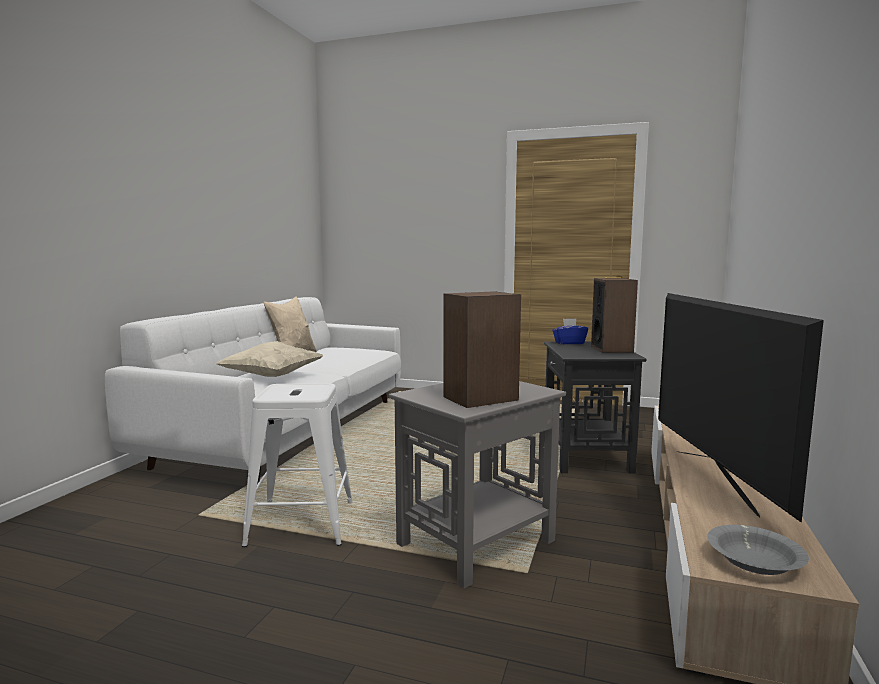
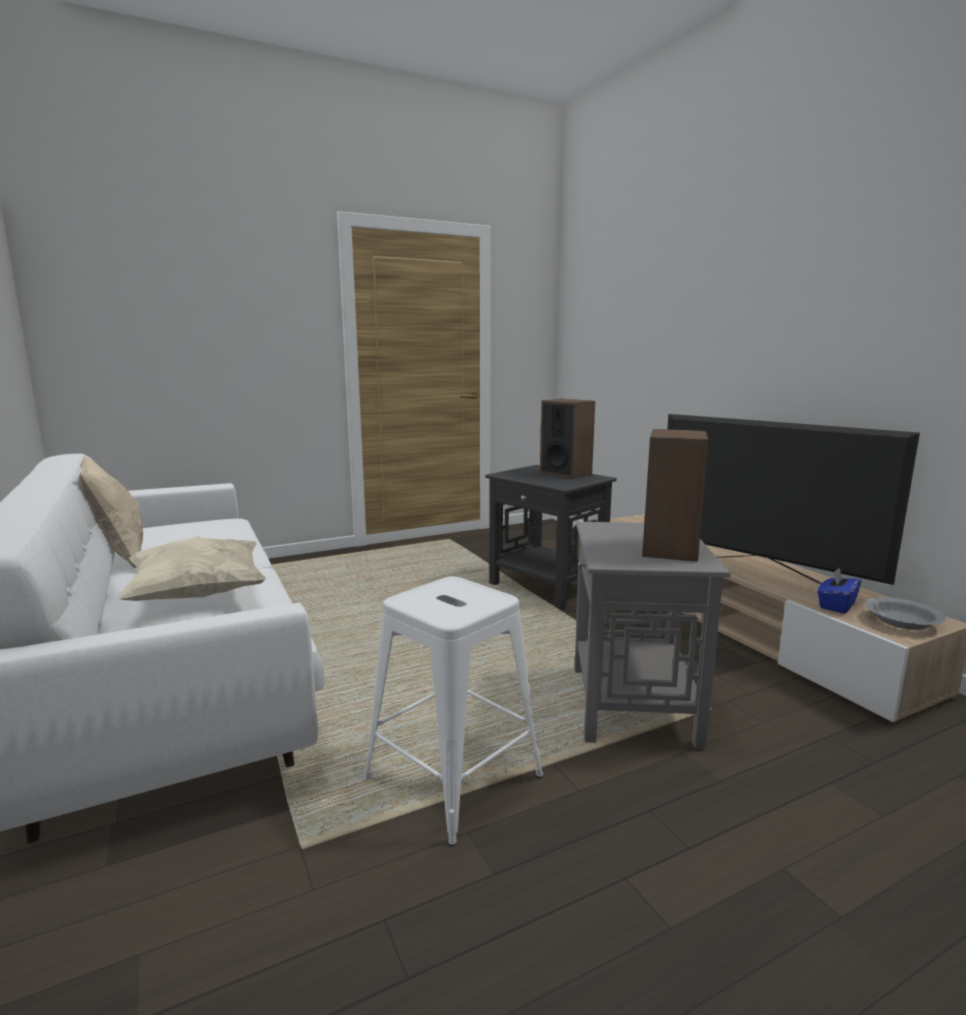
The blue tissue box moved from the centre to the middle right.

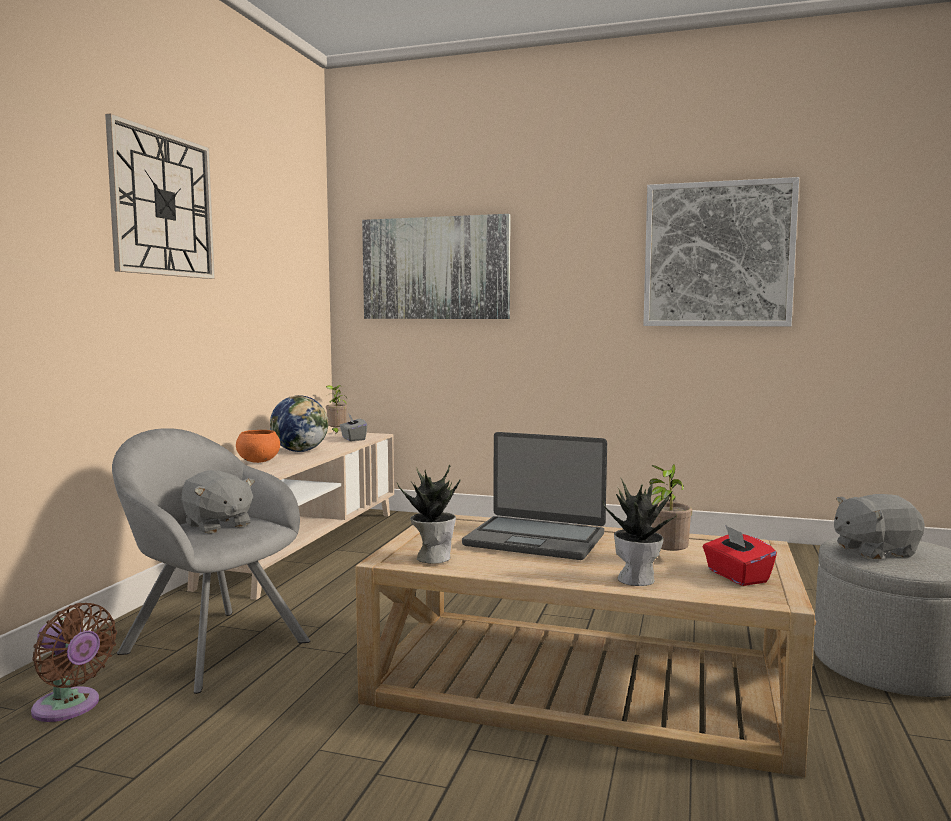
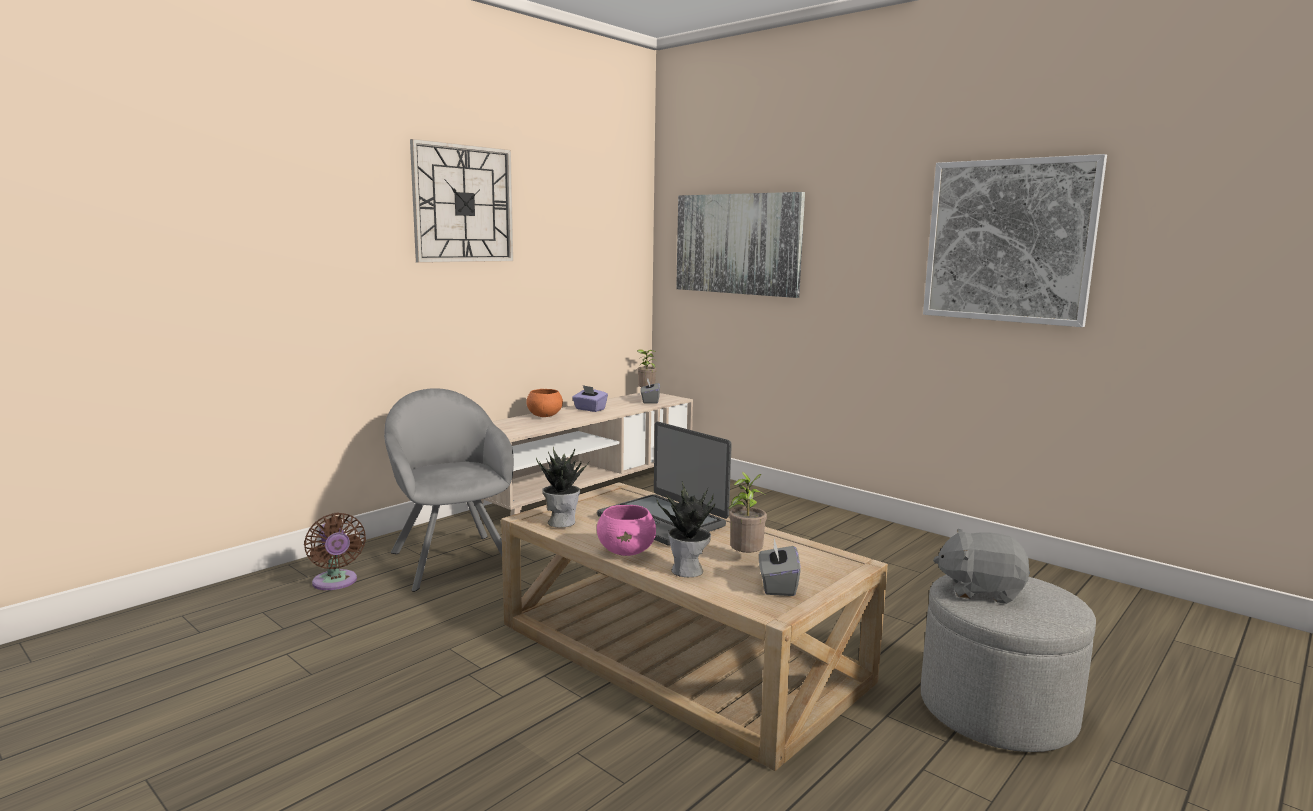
The globe at the middle left was replaced by the purple tissue box at the centre. The grey plush toy (no. 1 from left) at the middle left disappeared. The red tissue box at the bottom right became the grey tissue box (no. 2 from left) at the bottom centre. The pink bowl at the centre appeared.

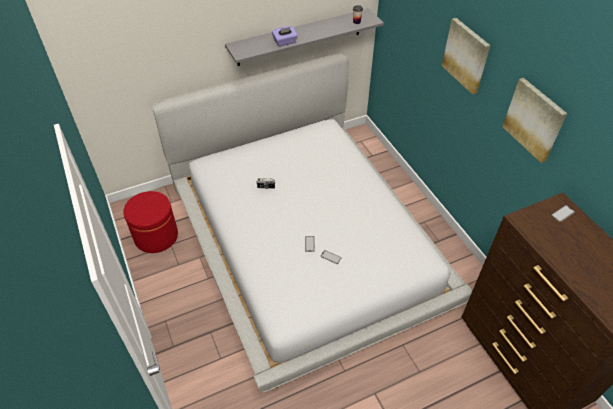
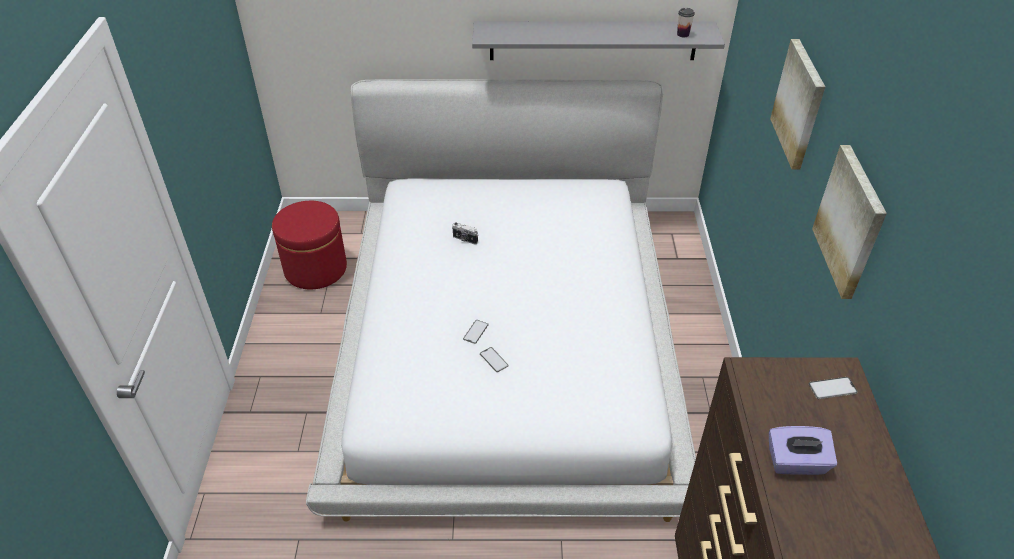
The purple tissue box moved from the top centre to the bottom right.

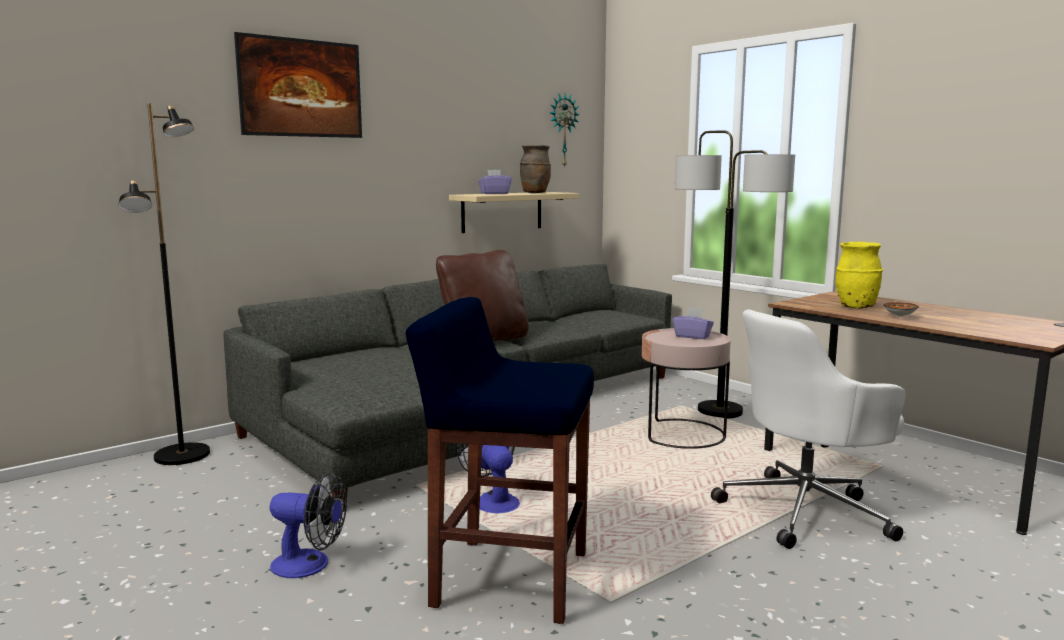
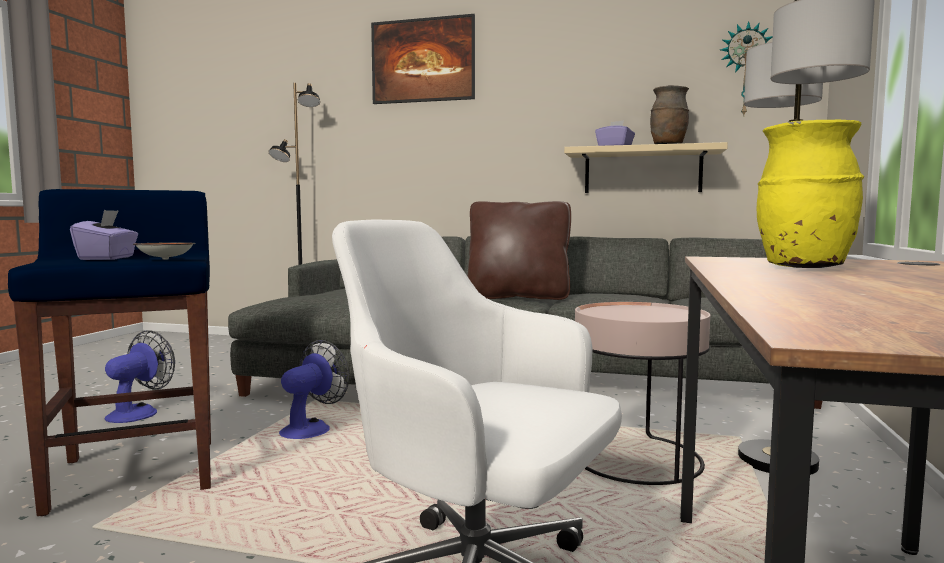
The bowl moved from the middle right to the middle left. The purple tissue box (no. 2 from left in the first image) moved from the centre to the middle left. The fan (no. 1 from left) at the bottom left turned 135 degrees counterclockwise.

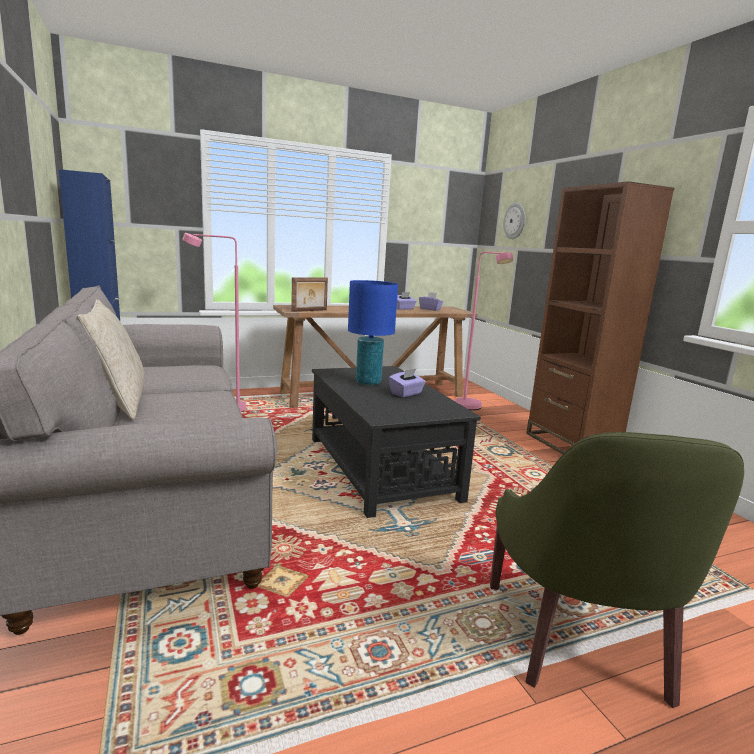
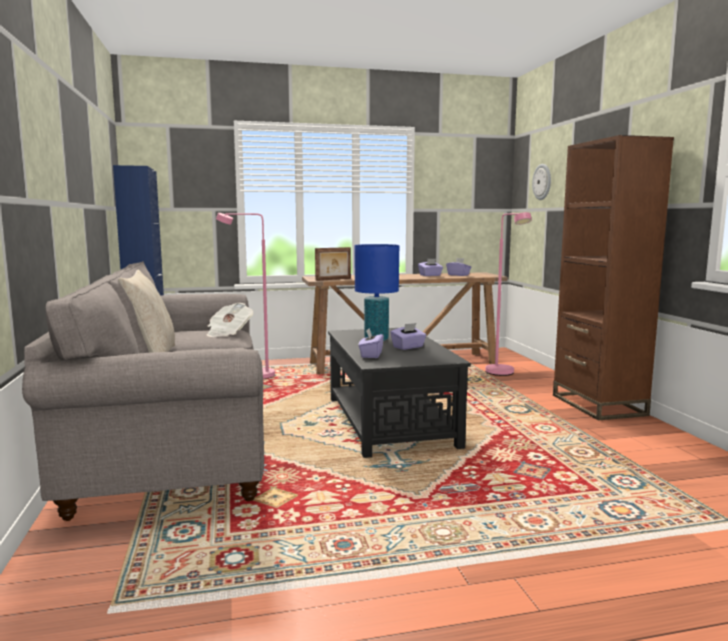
The green armchair at the bottom right disappeared. The newspaper at the middle left appeared. The purple tissue box (no. 1 from left) at the centre appeared.

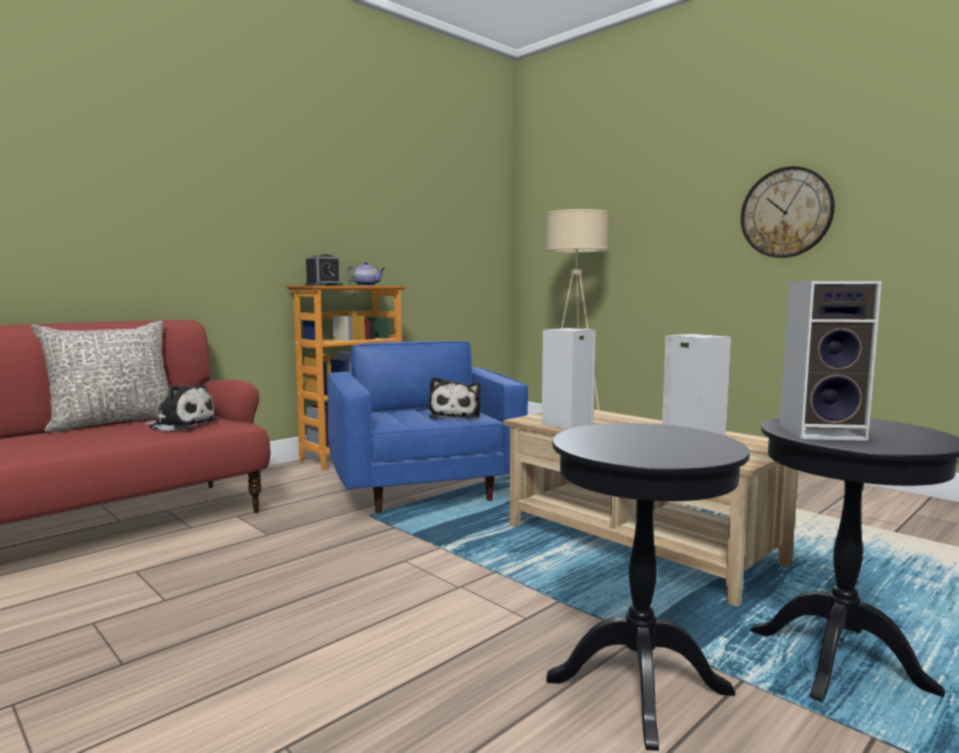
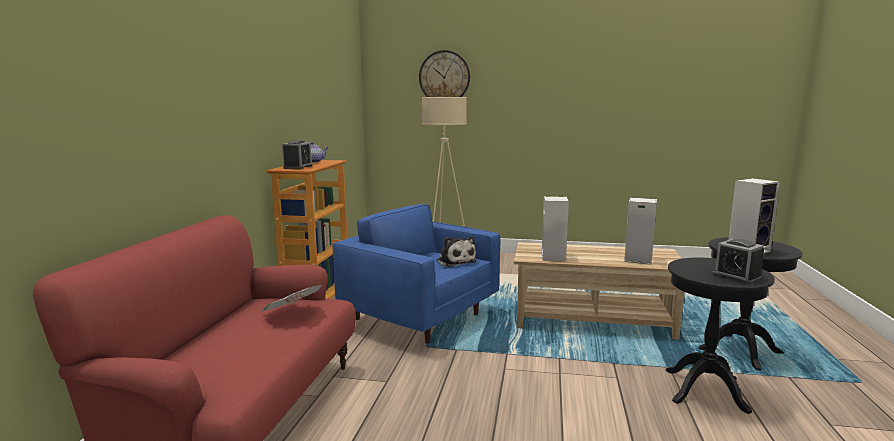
The wall clock moved from the top right to the top centre. The grey pillow at the middle left disappeared. The plush toy (no. 1 from left) at the middle left was replaced by the newspaper at the bottom left. The alarm clock (no. 2 from left) at the middle right appeared.

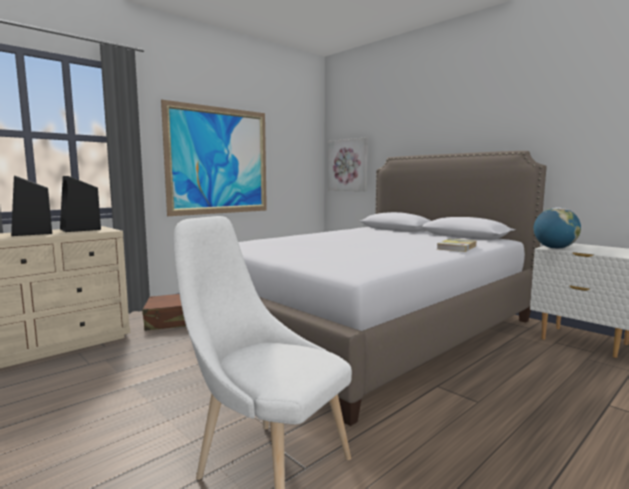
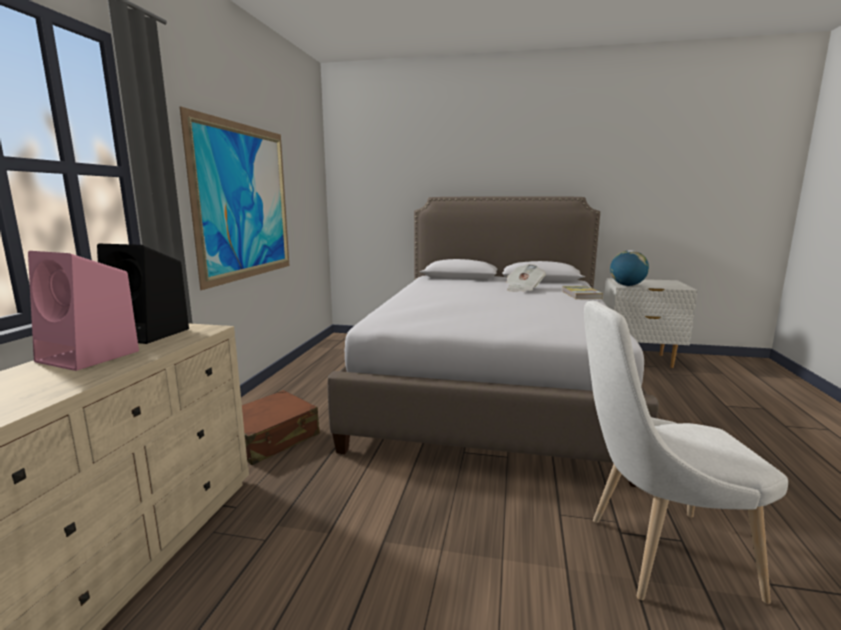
The picture (no. 2 from left) at the centre disappeared. The black speaker (no. 1 from left) at the middle left became the pink speaker at the middle left. The newspaper at the centre appeared.

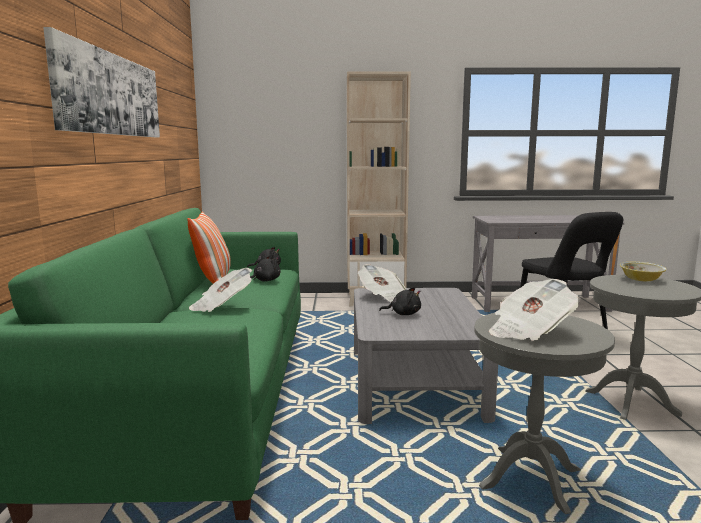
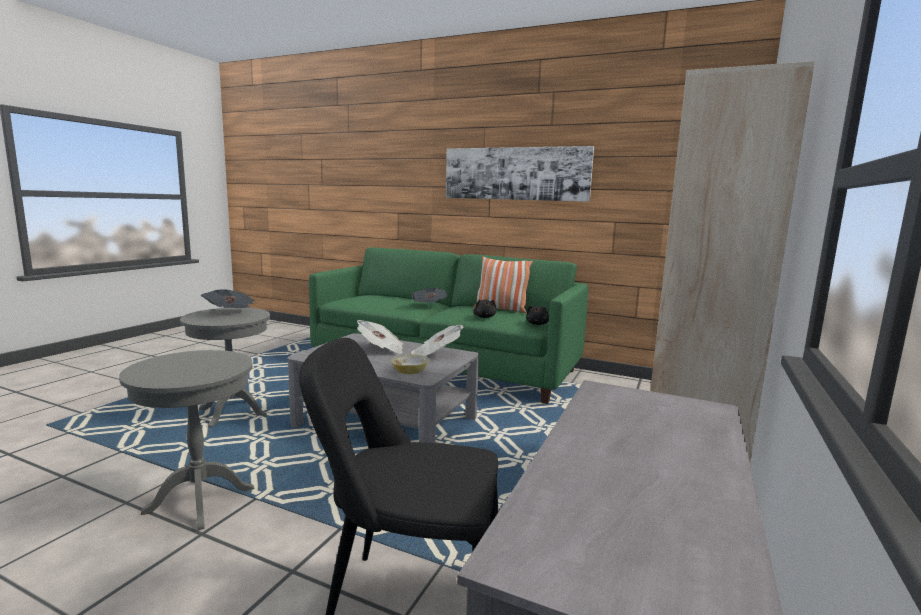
The bowl moved from the middle right to the centre. The black plush toy (no. 3 from left) at the centre was replaced by the newspaper (no. 2 from left) at the centre.

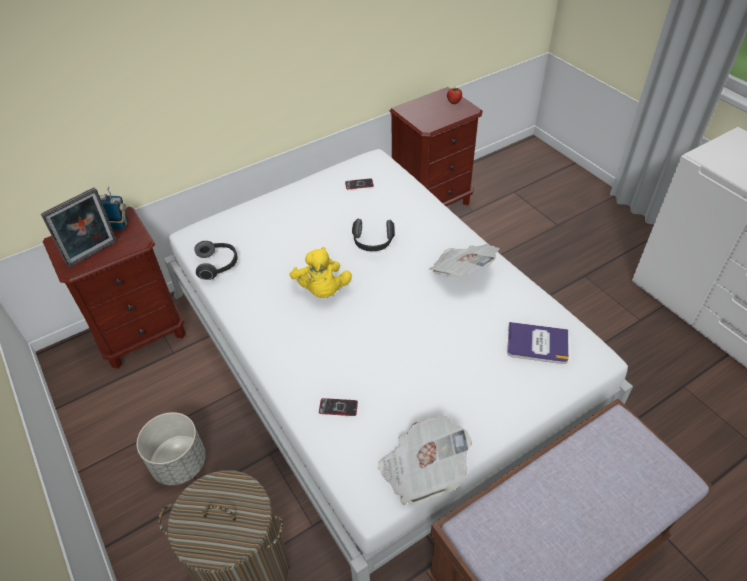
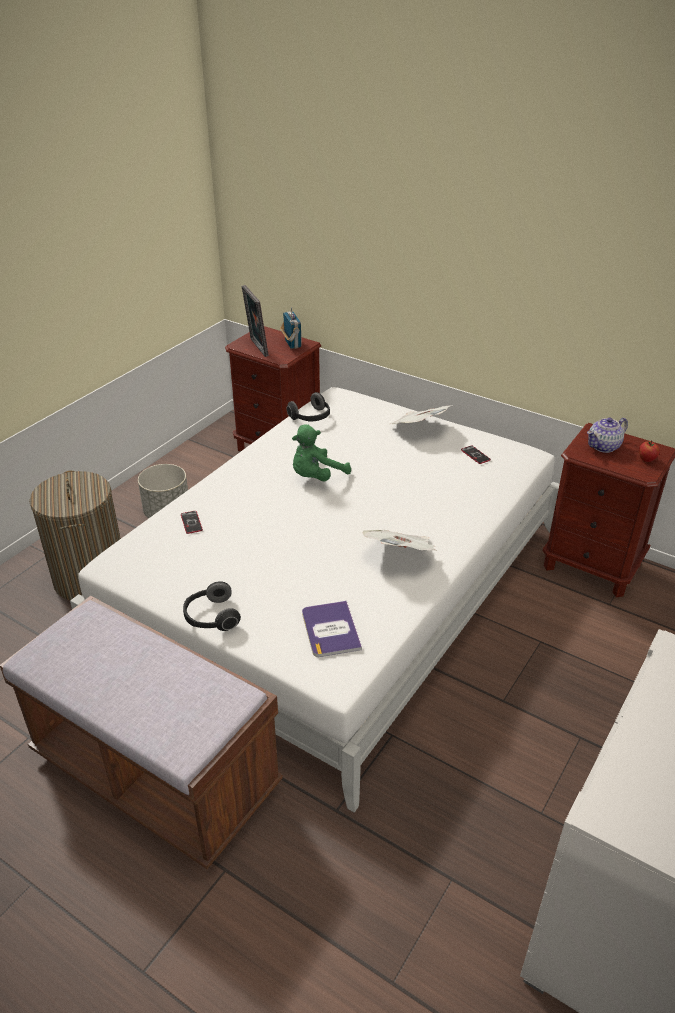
The picture frame at the middle left turned 45 degrees clockwise. The headphones (no. 2 from left in the first image) moved from the centre to the middle left. The yellow plush toy at the centre became the green plush toy at the centre. The newspaper (no. 1 from left in the first image) moved from the bottom centre to the centre. The teapot at the middle right appeared.

